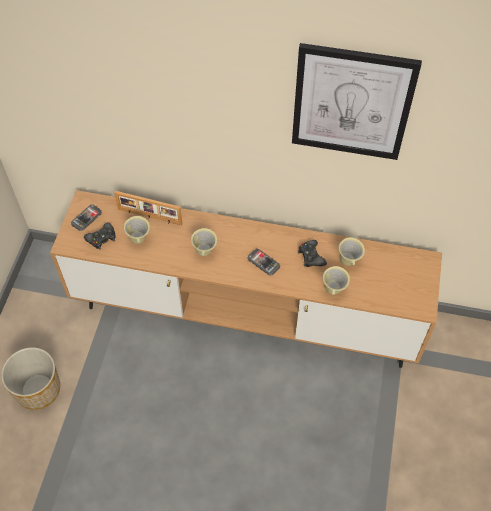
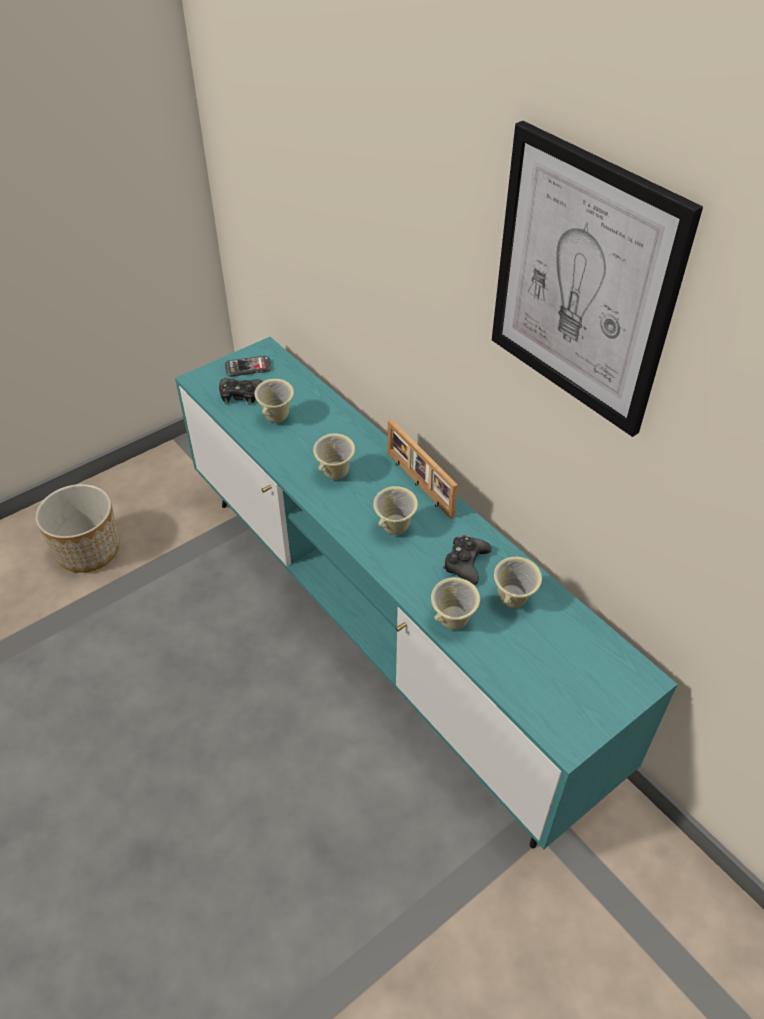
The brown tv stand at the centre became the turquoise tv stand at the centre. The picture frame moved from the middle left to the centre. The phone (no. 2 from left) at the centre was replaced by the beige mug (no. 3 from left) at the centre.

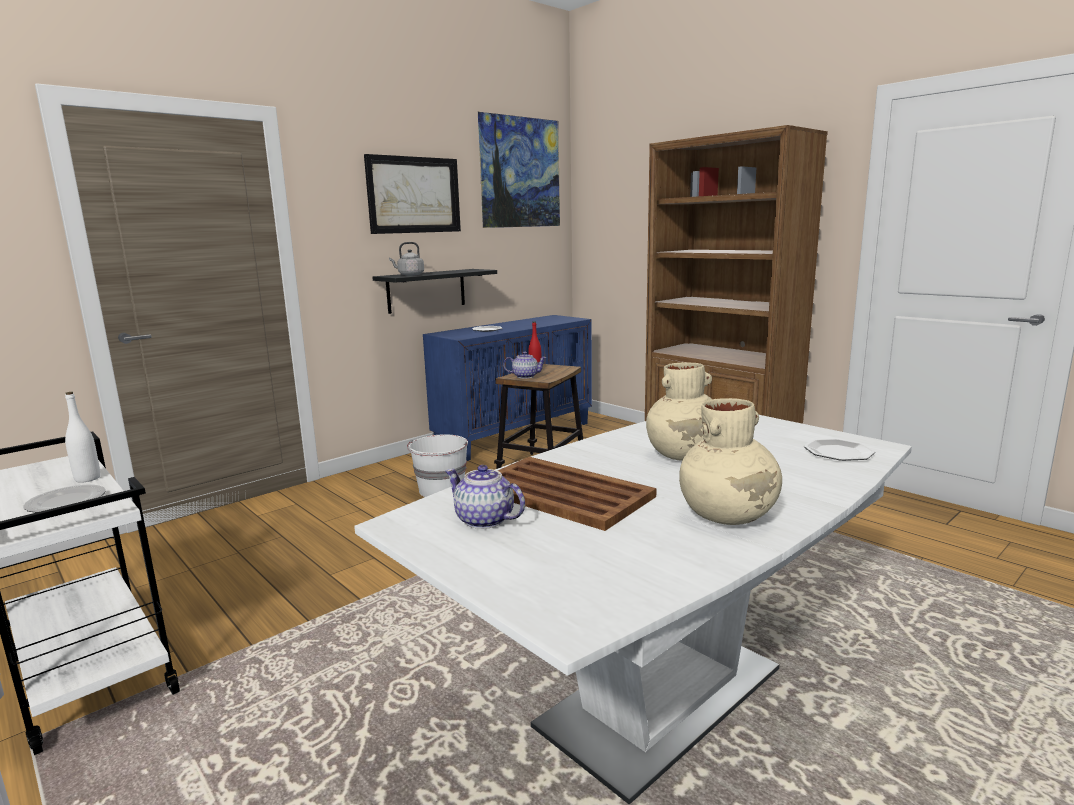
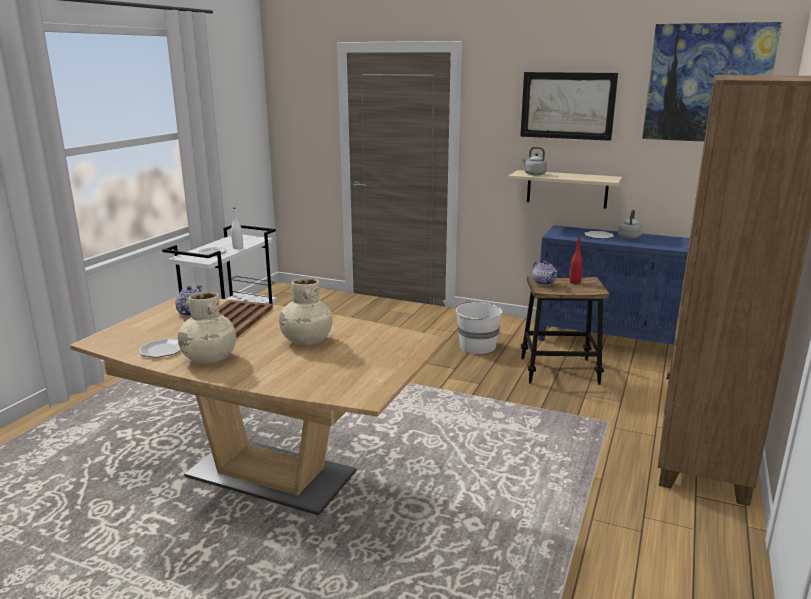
The black shelf at the centre became the beige shelf at the top right. The white dining table at the bottom centre became the brown dining table at the bottom left. The plate (no. 3 from left in the first image) moved from the middle right to the middle left. The grey kettle (no. 2 from left) at the middle right appeared.

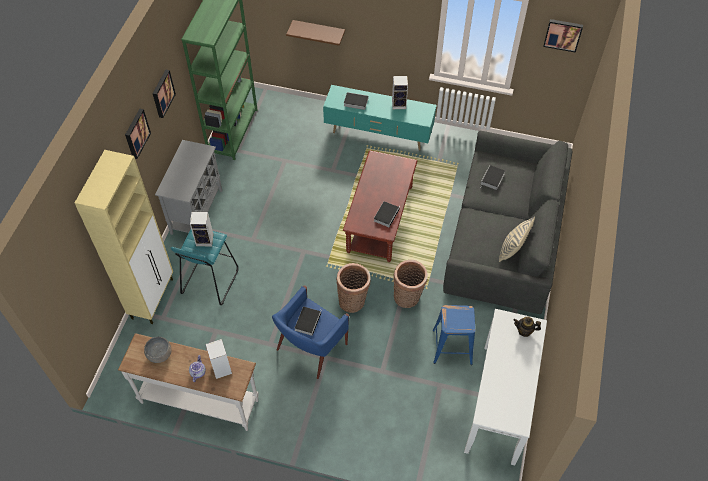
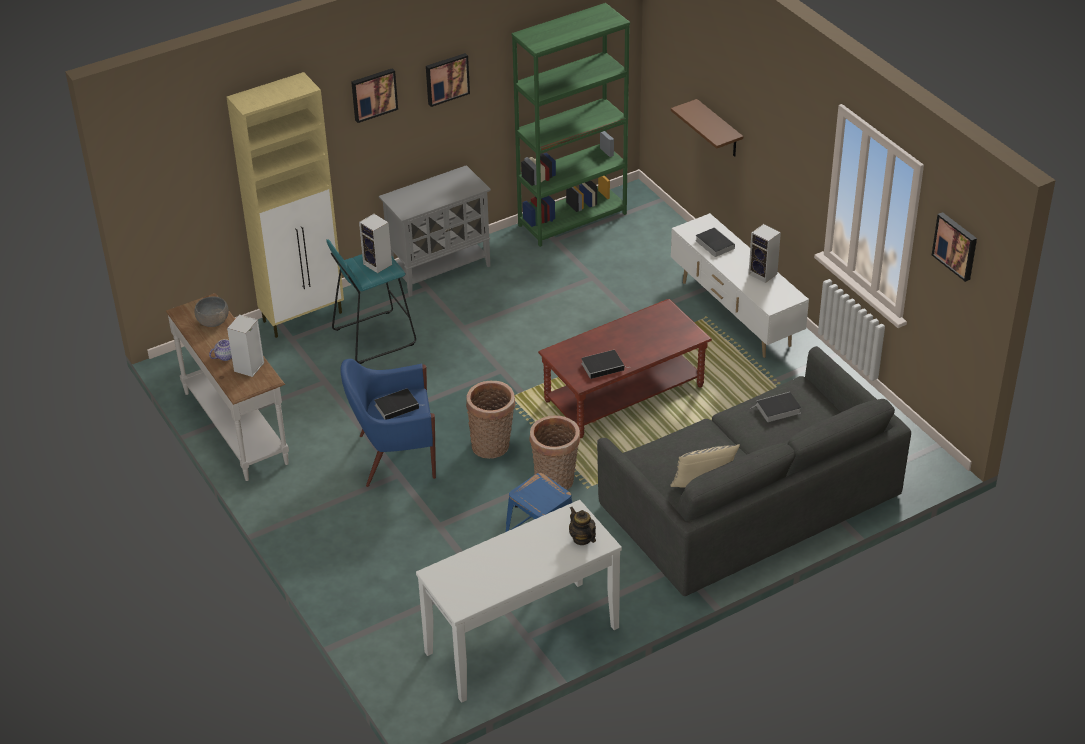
The turquoise tv stand at the top centre became the white tv stand at the middle right.

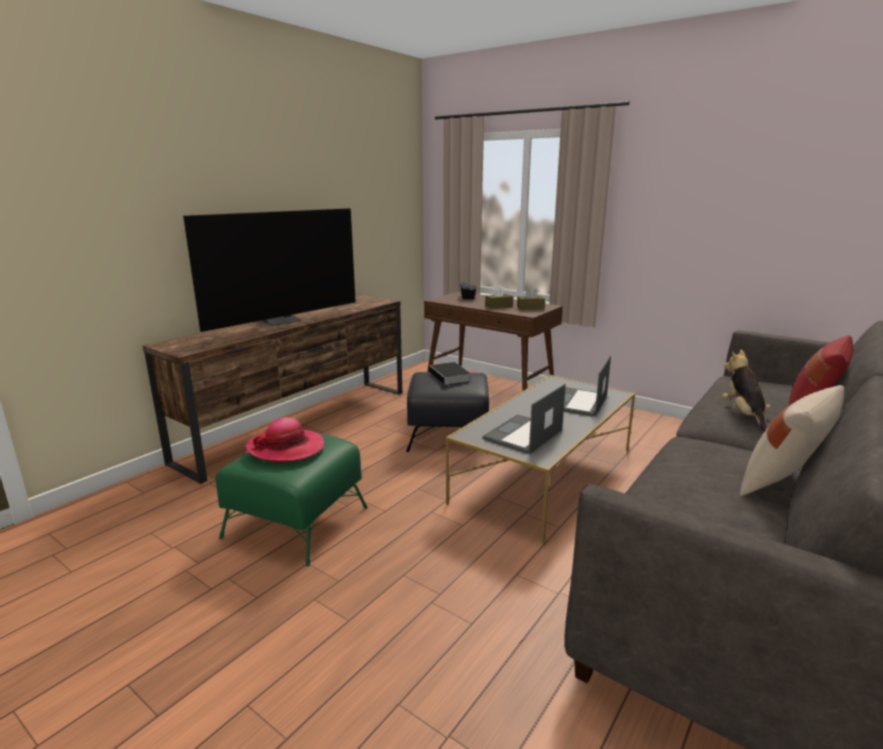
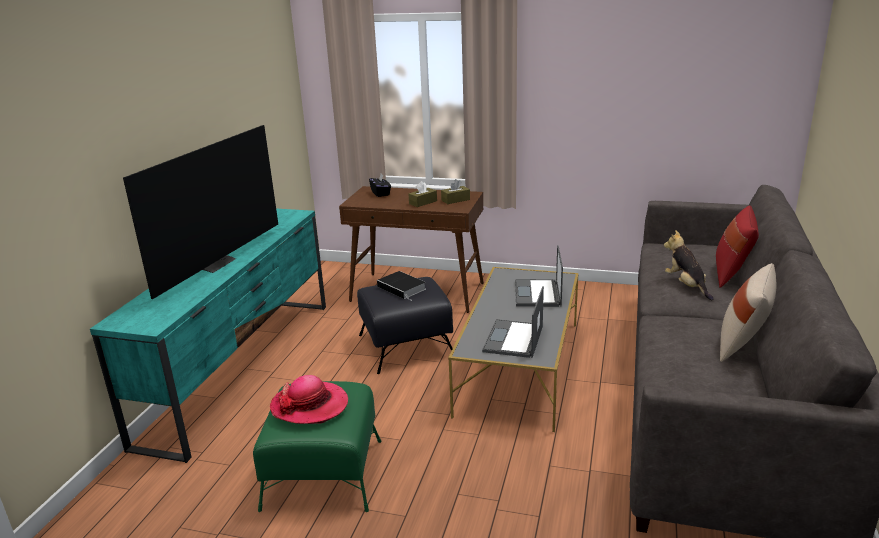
The brown tv stand at the middle left became the turquoise tv stand at the middle left.

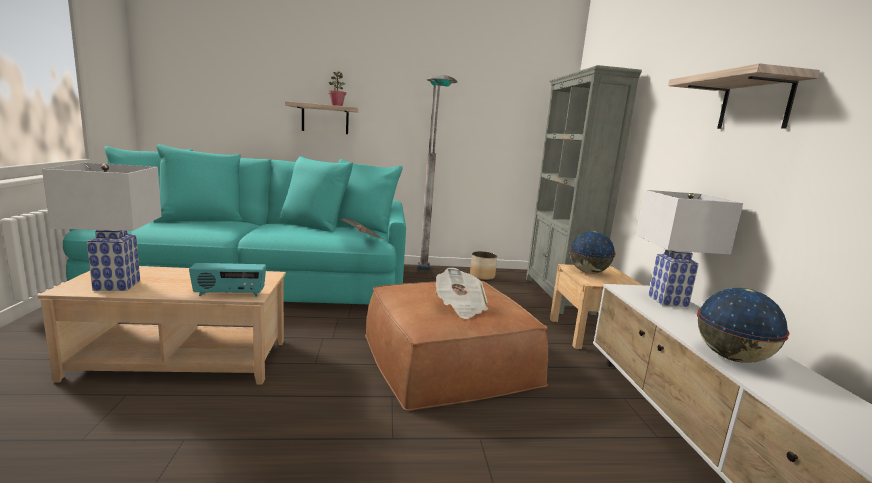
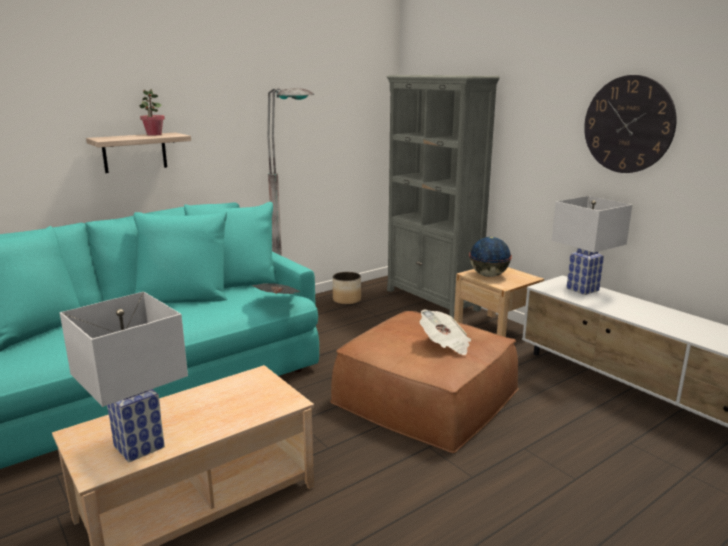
The shelf (no. 2 from left) at the top right was replaced by the wall clock at the top right. The radio at the middle left disappeared. The globe (no. 2 from left) at the bottom right disappeared.

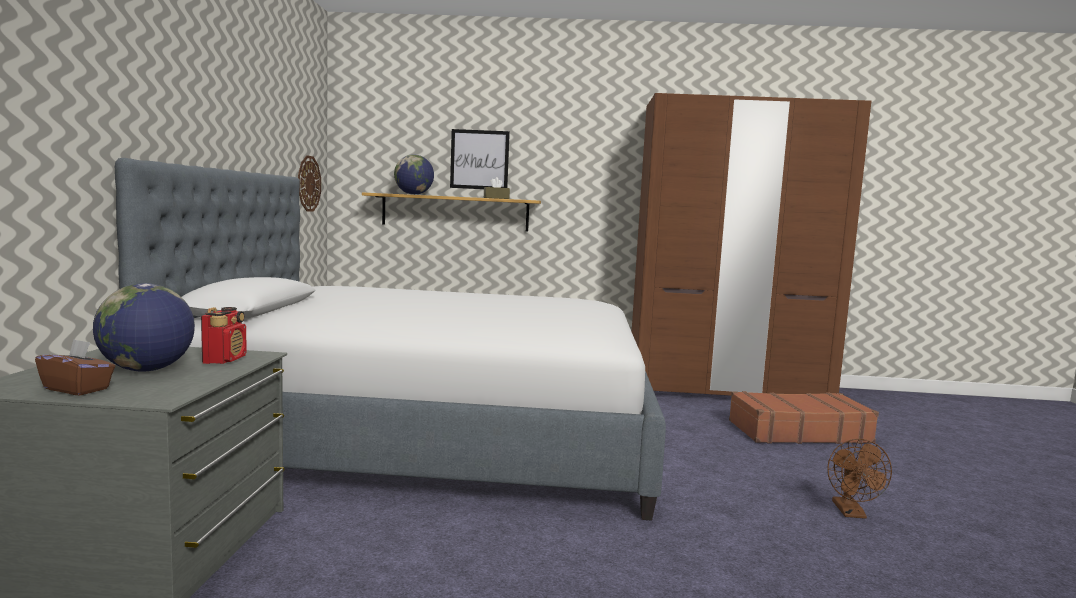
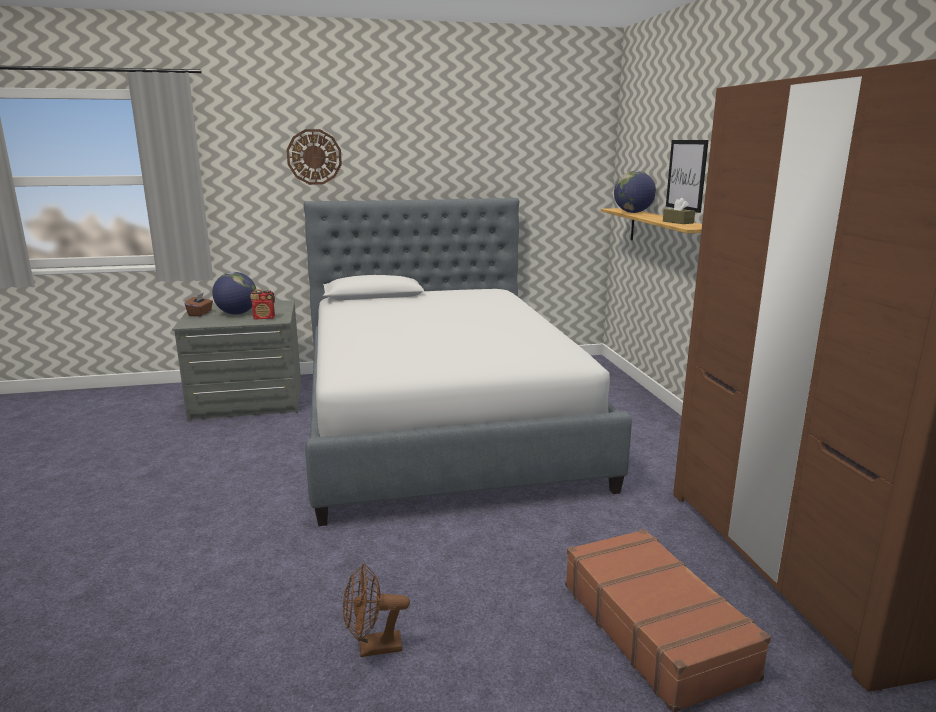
The wall clock moved from the top left to the top centre.

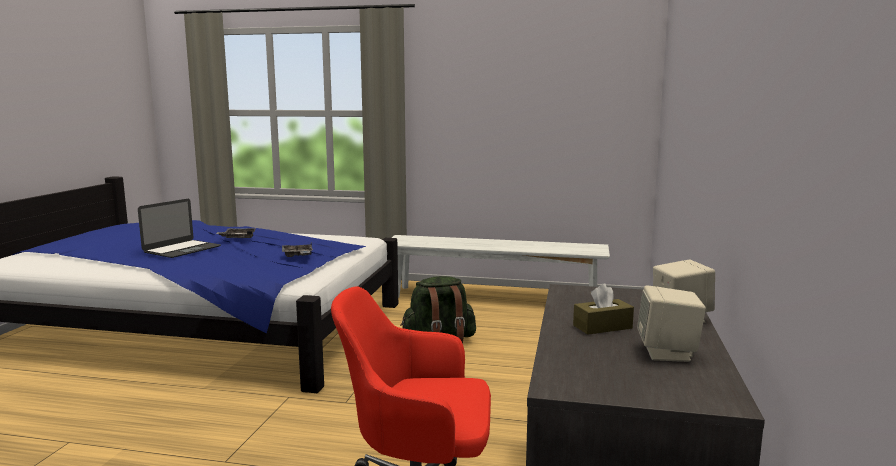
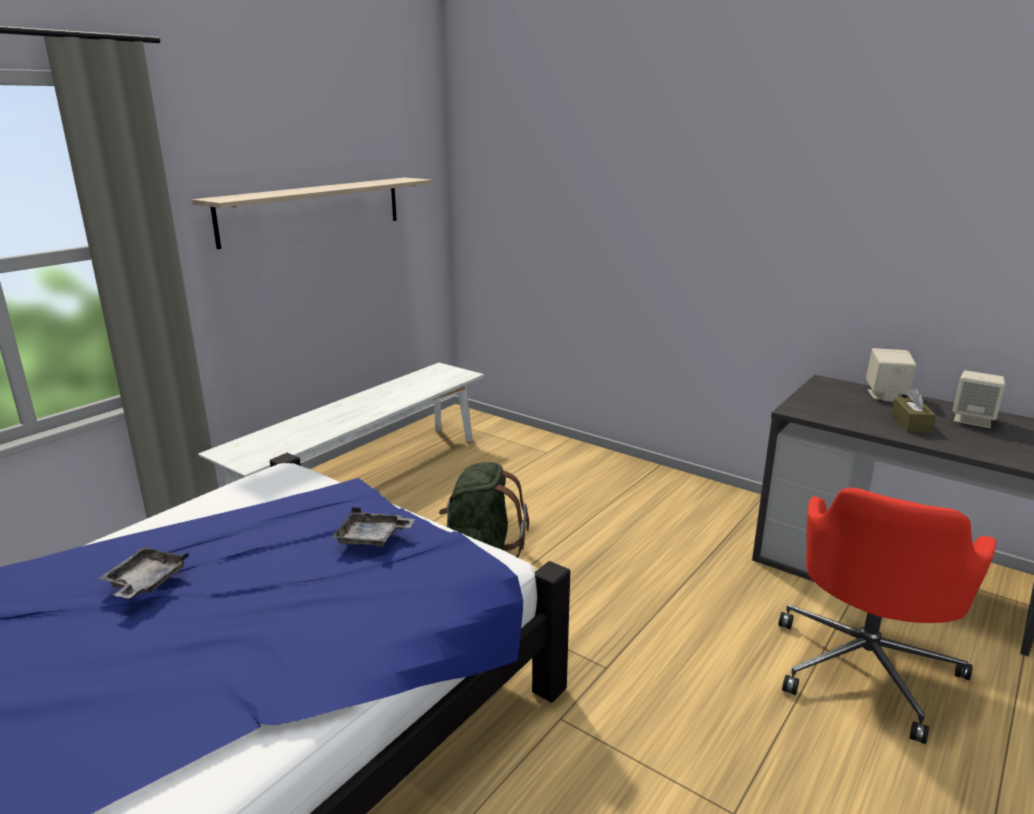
The laptop at the middle left disappeared. The shelf at the top left appeared.

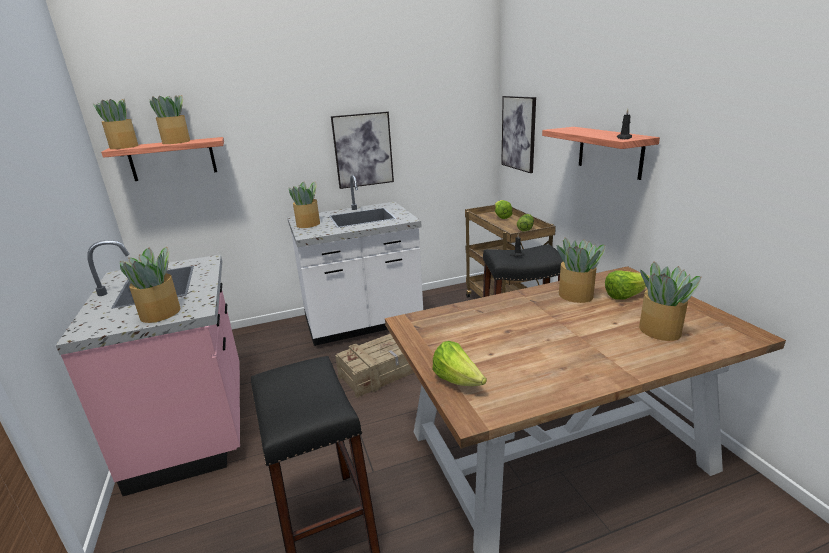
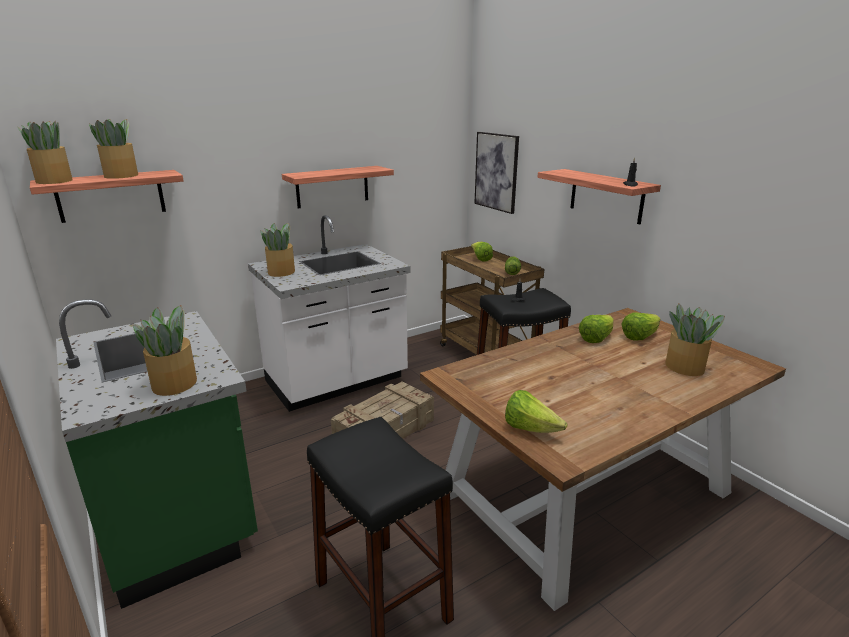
The picture (no. 1 from left) at the top centre was replaced by the shelf (no. 2 from left) at the top centre. The potted plant (no. 5 from left) at the middle right was replaced by the lettuce (no. 4 from left) at the middle right. The pink counter at the middle left became the green counter at the bottom left.

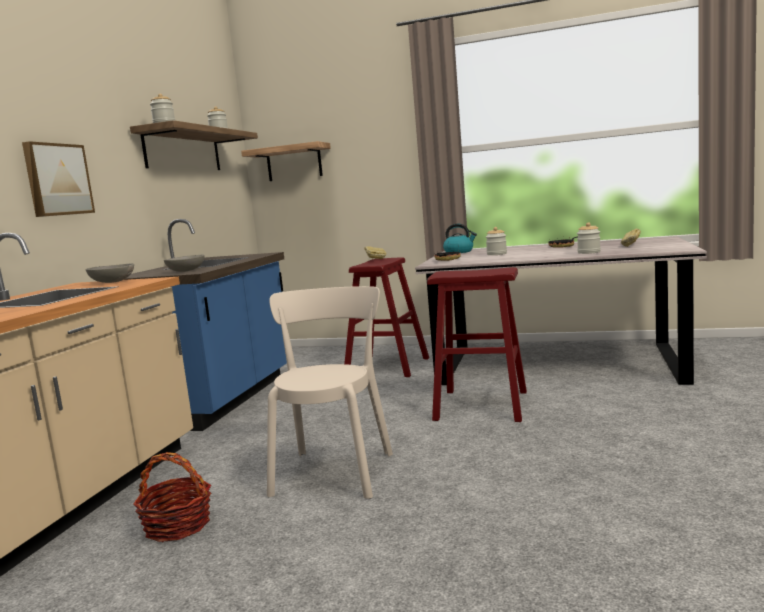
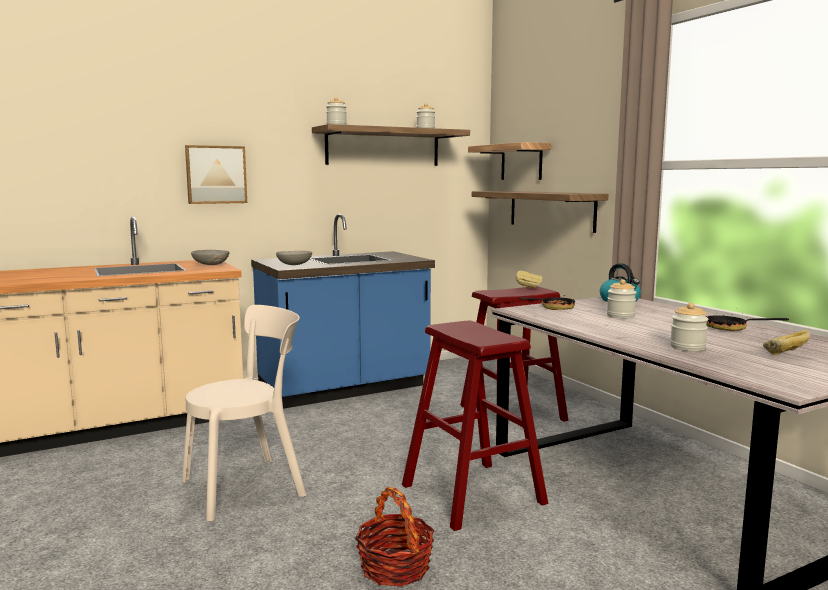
The basket moved from the bottom left to the bottom centre. The shelf (no. 3 from left) at the centre appeared.

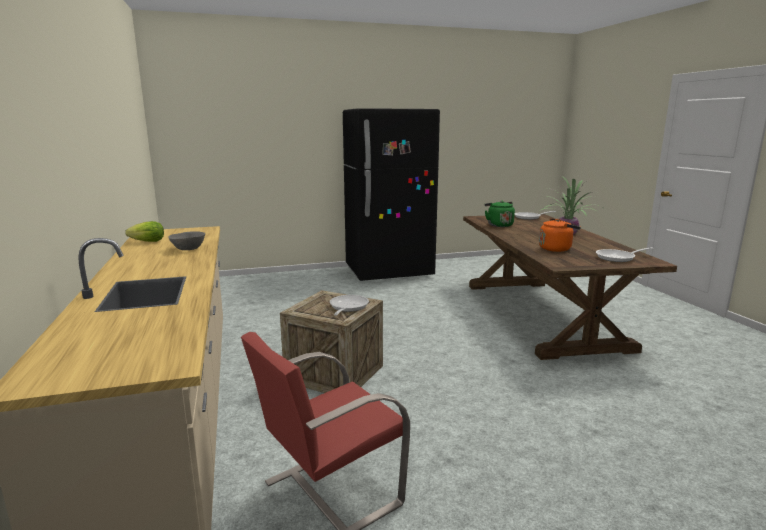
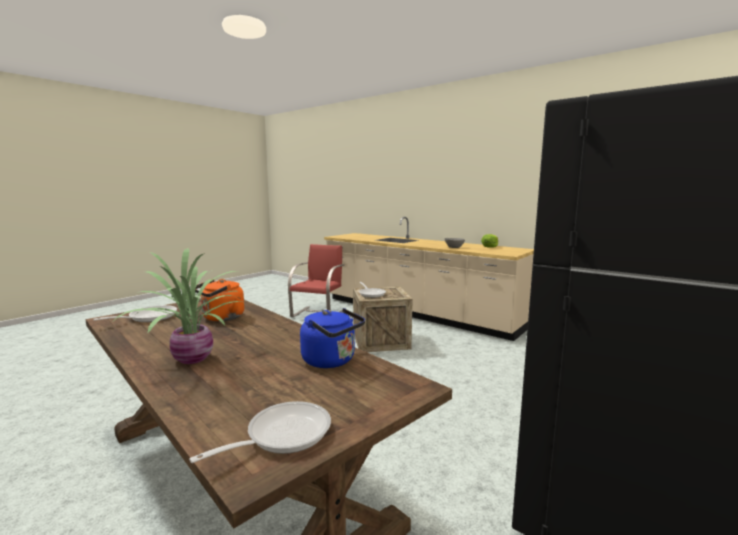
The green kettle at the centre became the blue kettle at the centre.

